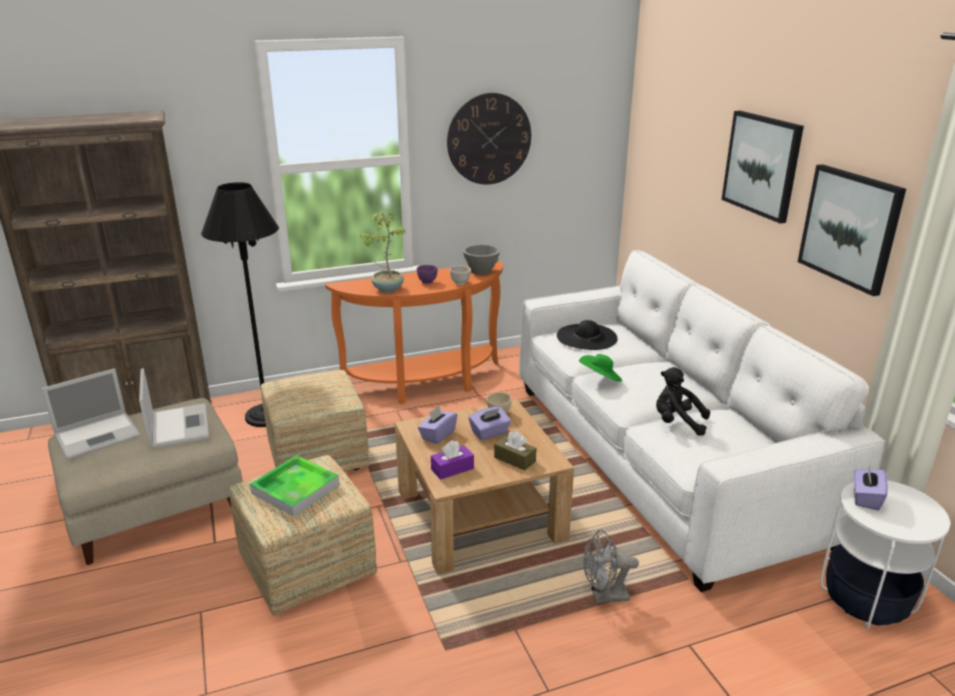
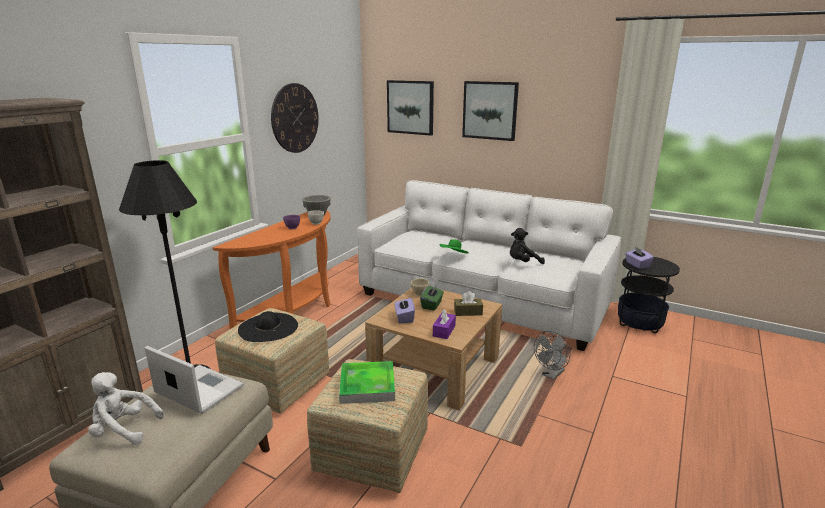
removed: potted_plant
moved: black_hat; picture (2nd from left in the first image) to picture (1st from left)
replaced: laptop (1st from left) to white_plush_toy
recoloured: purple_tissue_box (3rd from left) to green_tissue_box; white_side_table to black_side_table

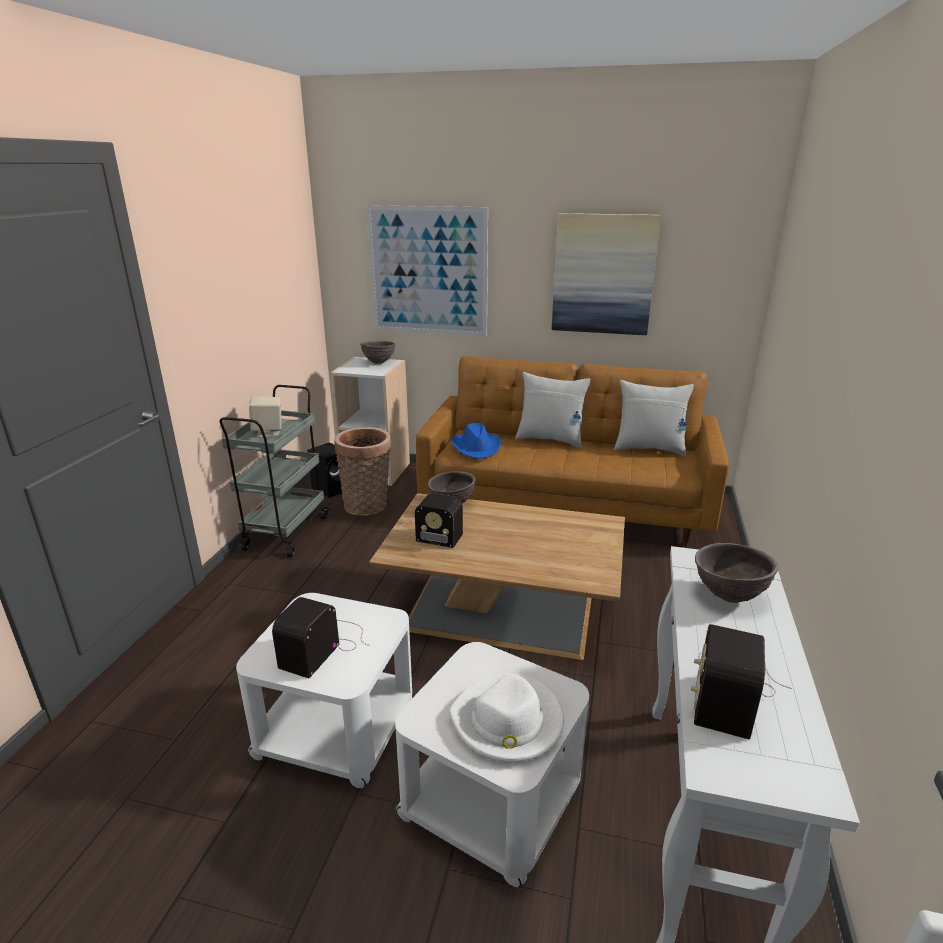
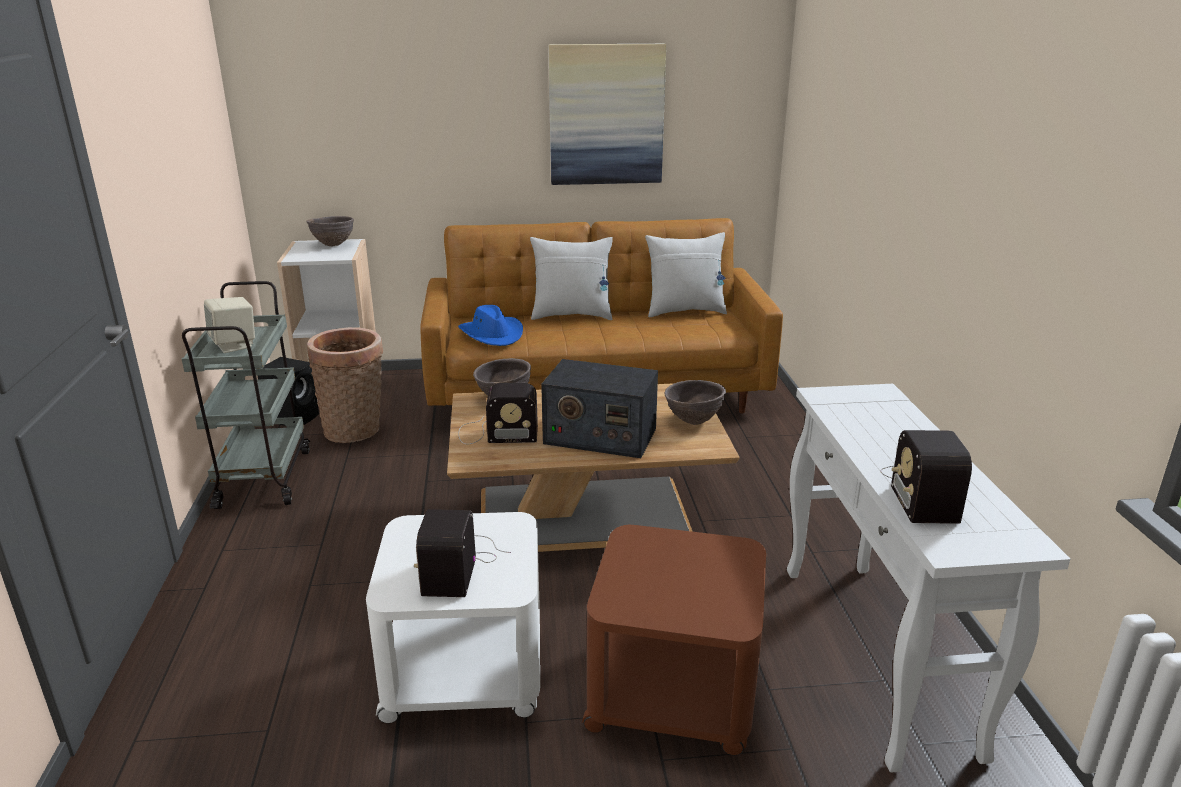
removed: picture (1st from left); white_hat
added: radio (3rd from left)
moved: brown_bowl (3rd from left)
recoloured: white_side_table (2nd from left) to brown_side_table

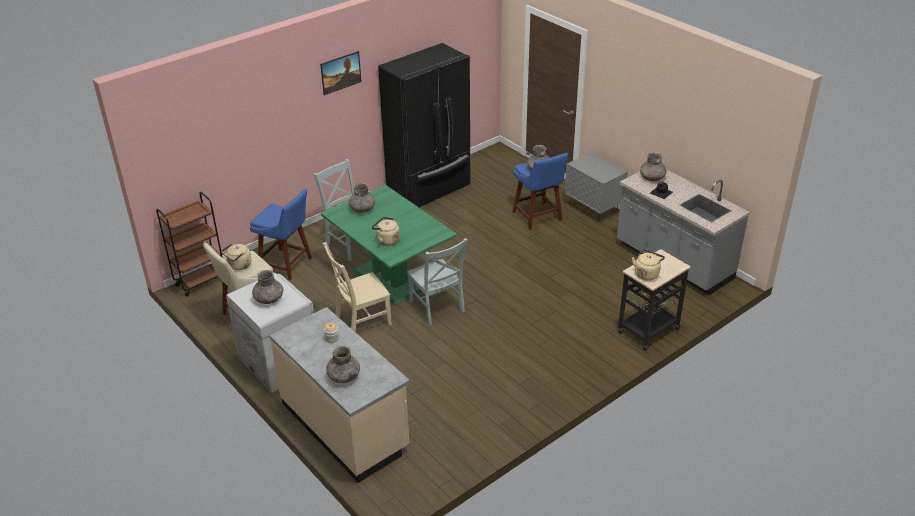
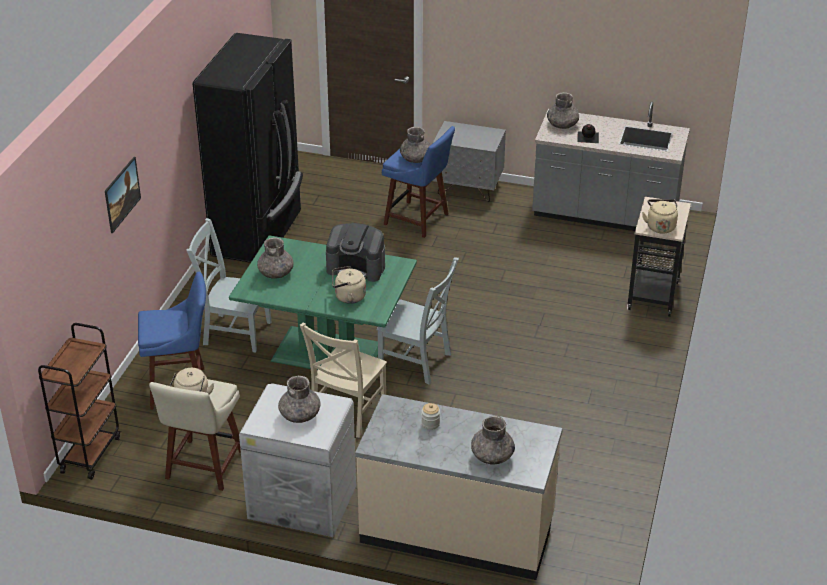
added: coffee_machine
moved: picture

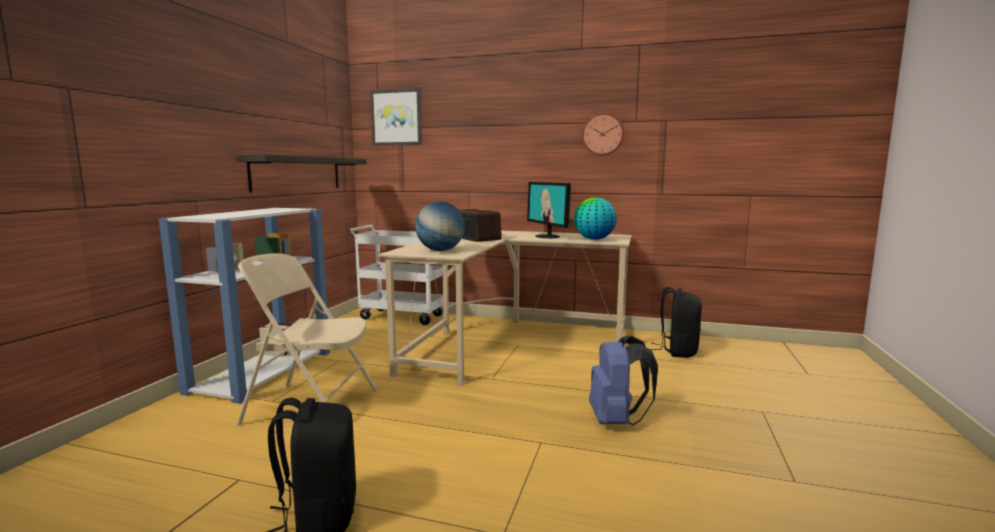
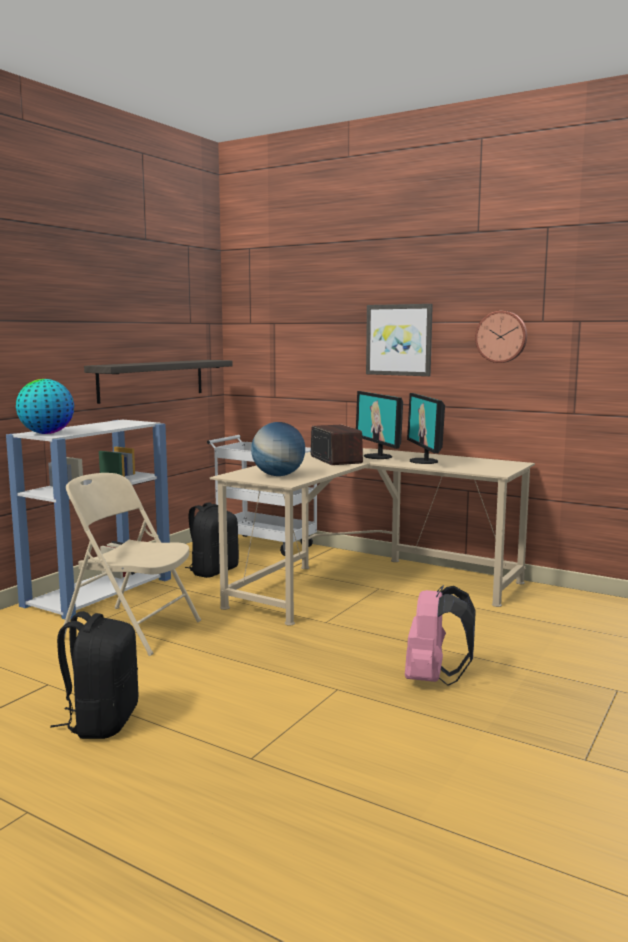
added: monitor (1st from left)
moved: picture; globe (2nd from left in the first image) to globe (1st from left); black_backpack (2nd from left)
recoloured: blue_backpack to pink_backpack

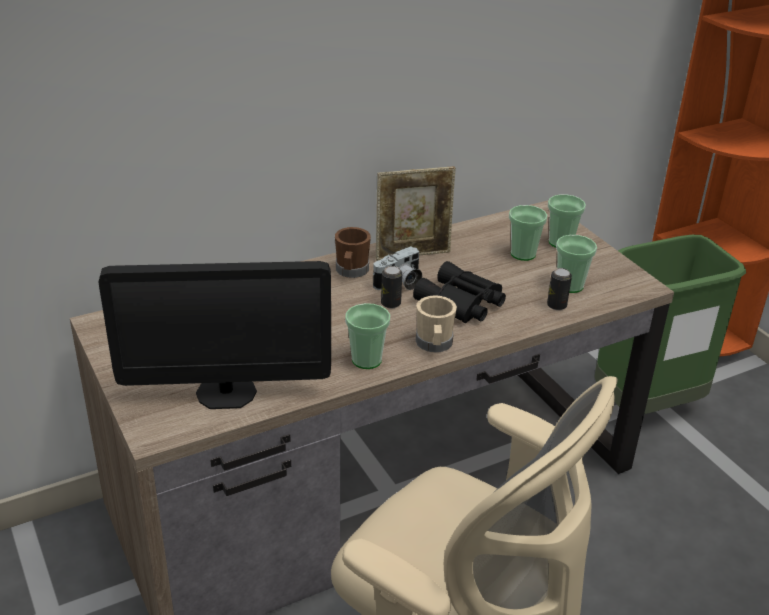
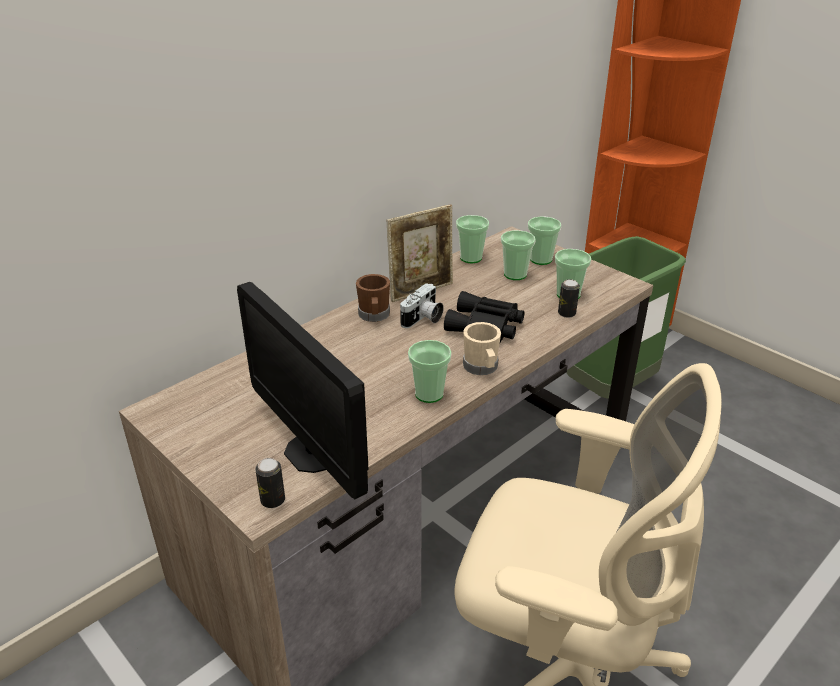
added: cup (2nd from left)
moved: can (1st from left)
turned: monitor 75 degrees clockwise

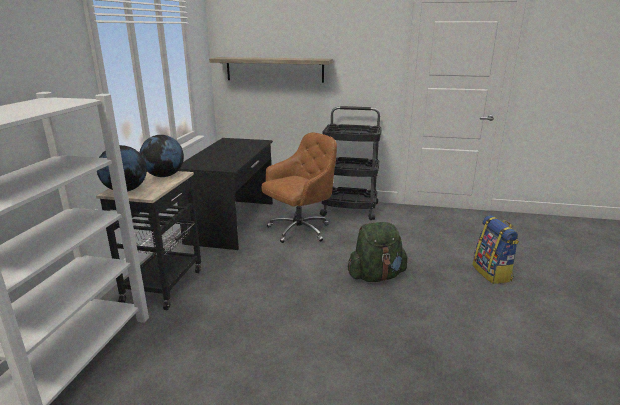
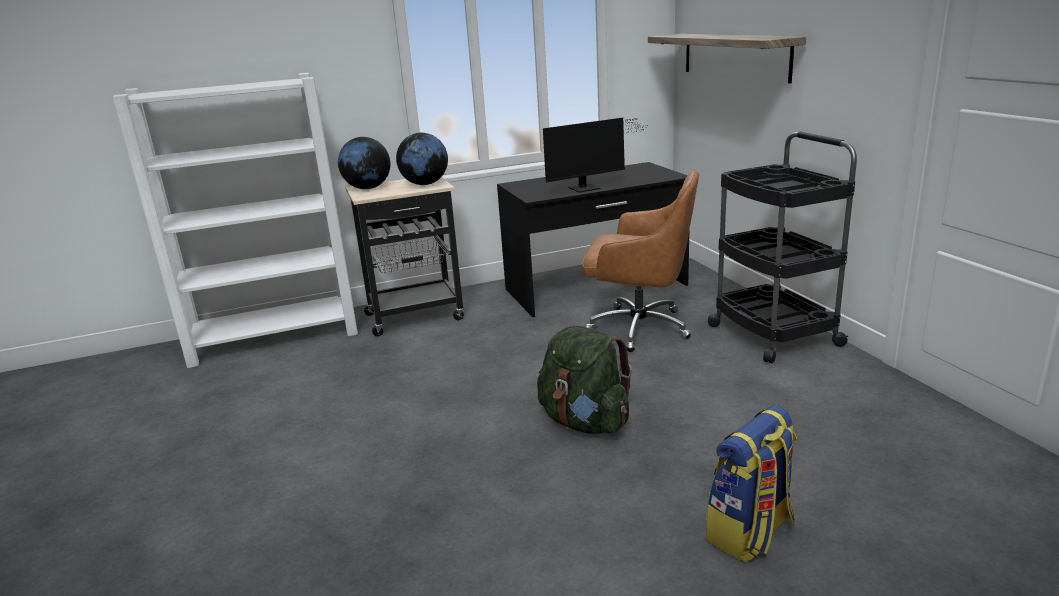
added: monitor

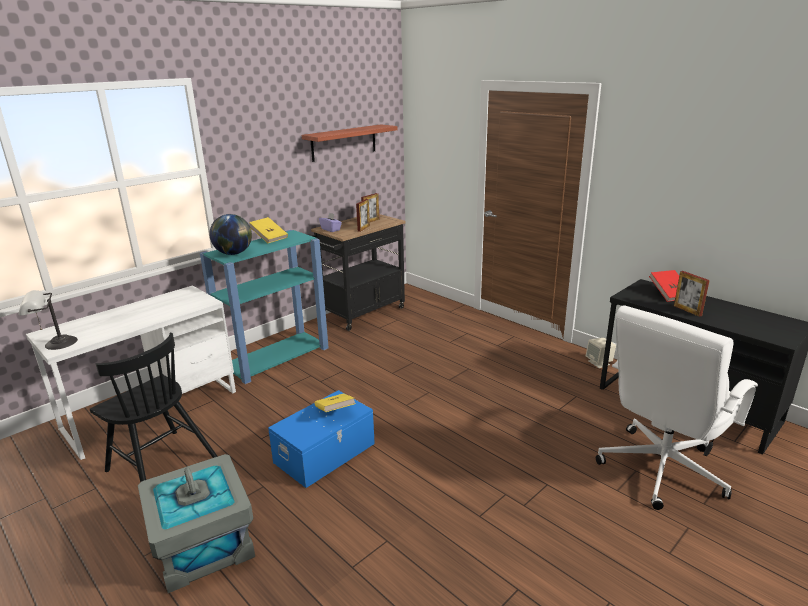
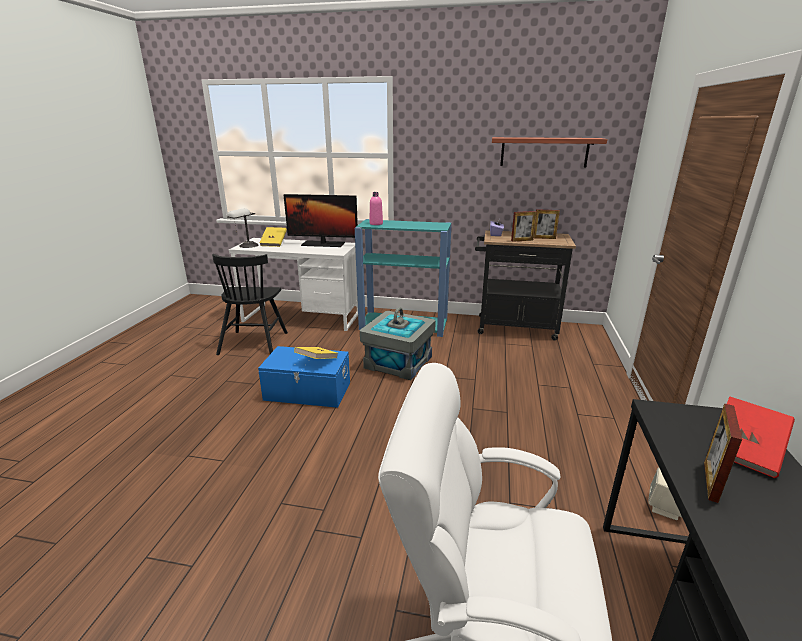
added: monitor
moved: grey_storage_box; yellow_book (1st from left)
replaced: globe to pink_bottle

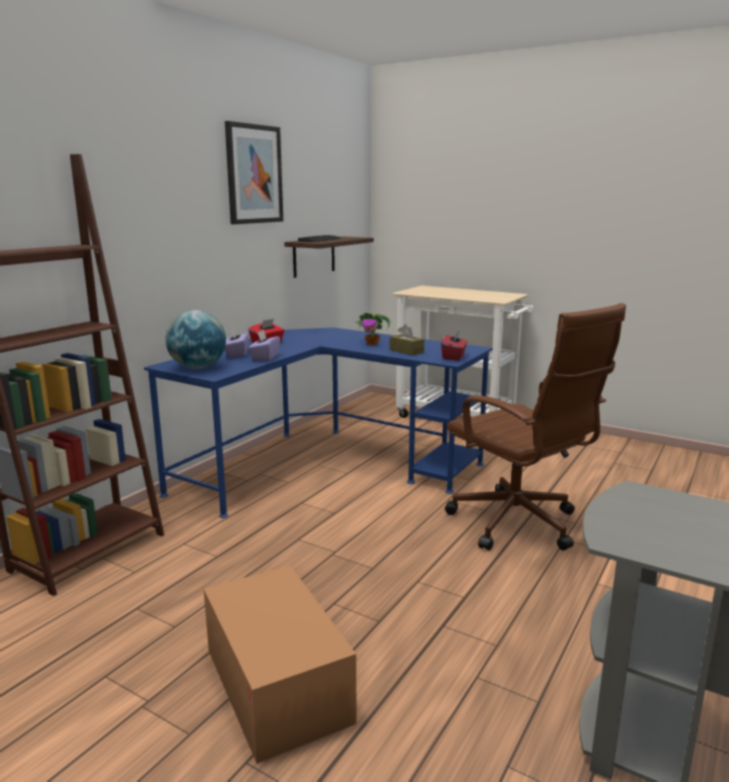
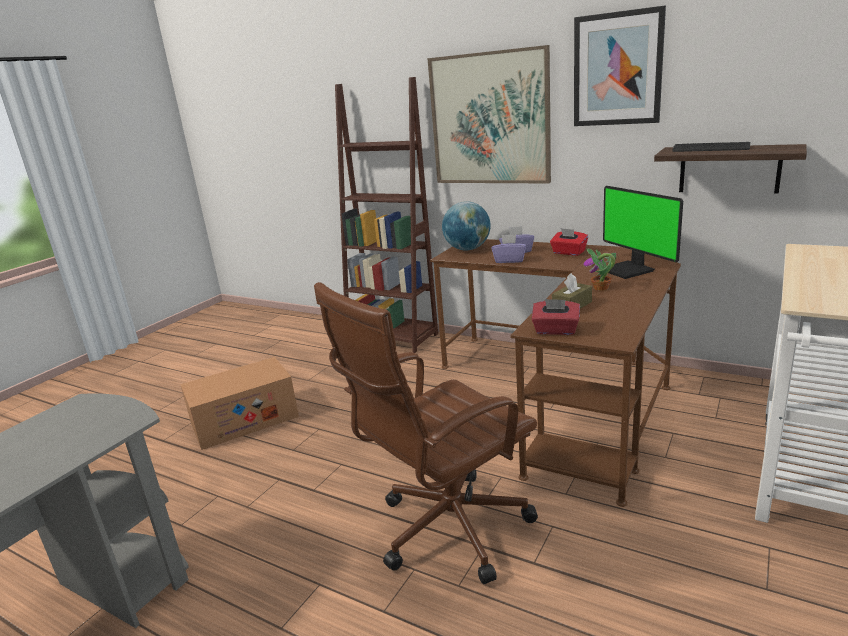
added: picture (1st from left); monitor
recoloured: blue_desk to brown_desk

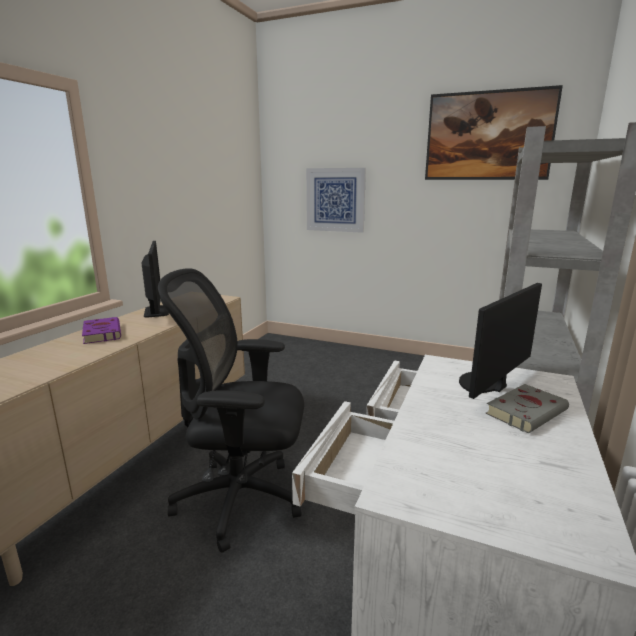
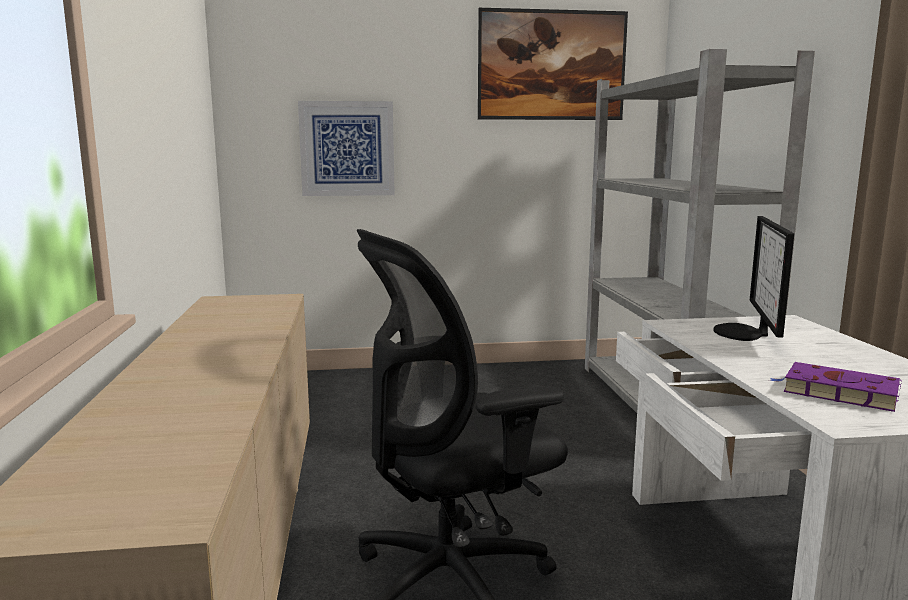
removed: monitor (1st from left); grey_book
moved: purple_book

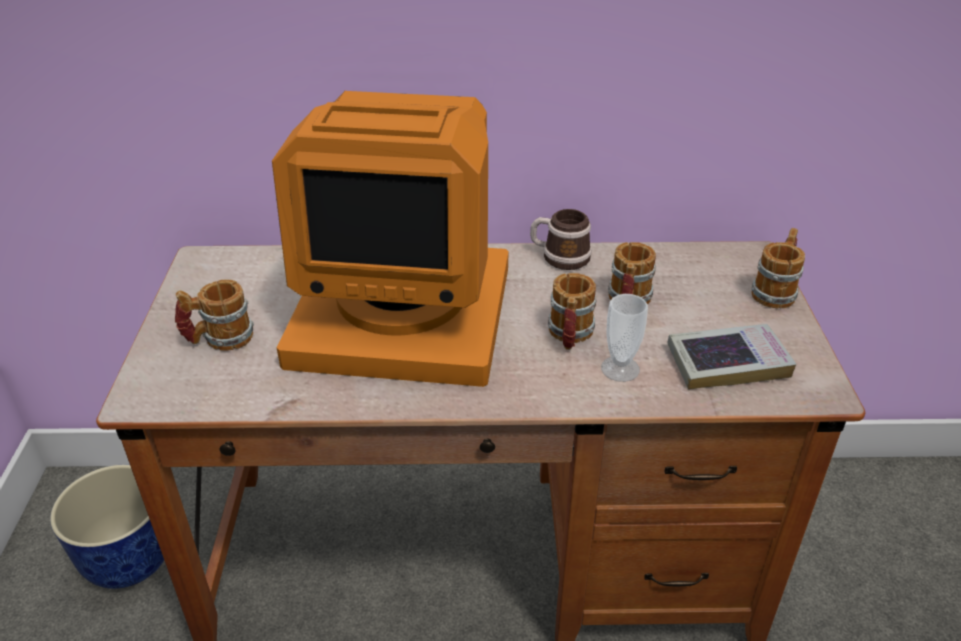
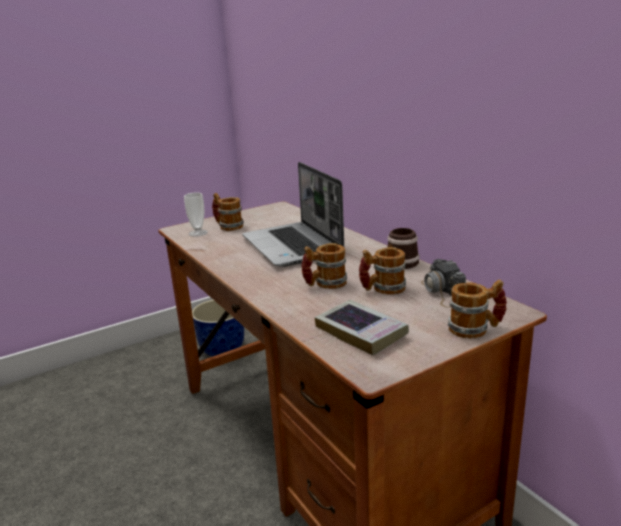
added: photo_camera
moved: cup
replaced: monitor to laptop

